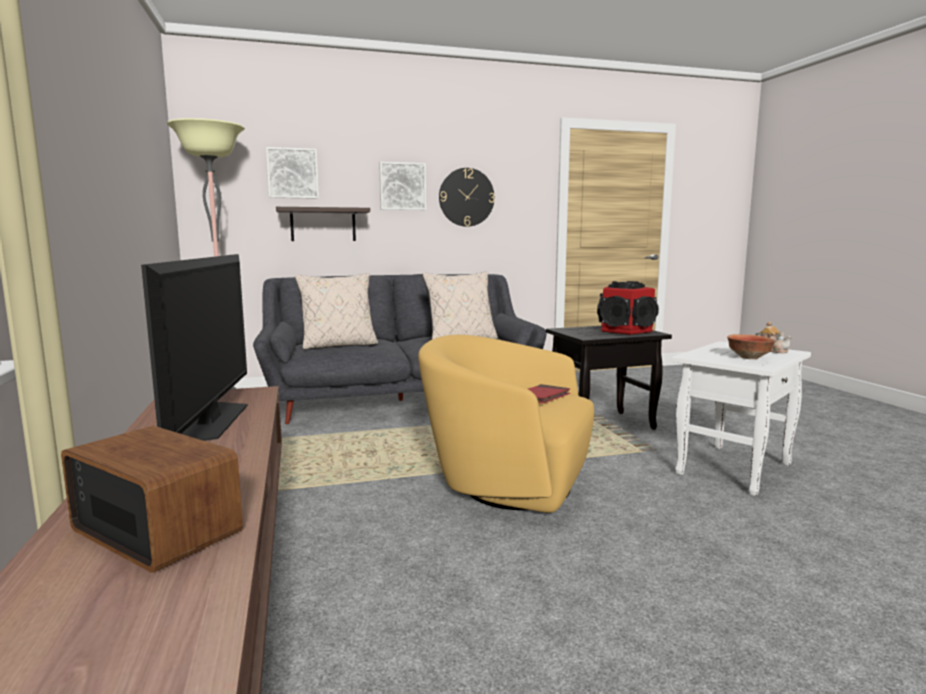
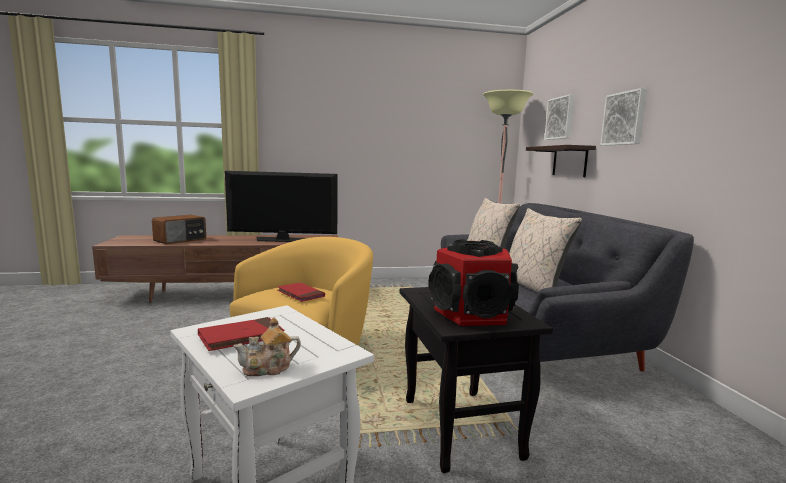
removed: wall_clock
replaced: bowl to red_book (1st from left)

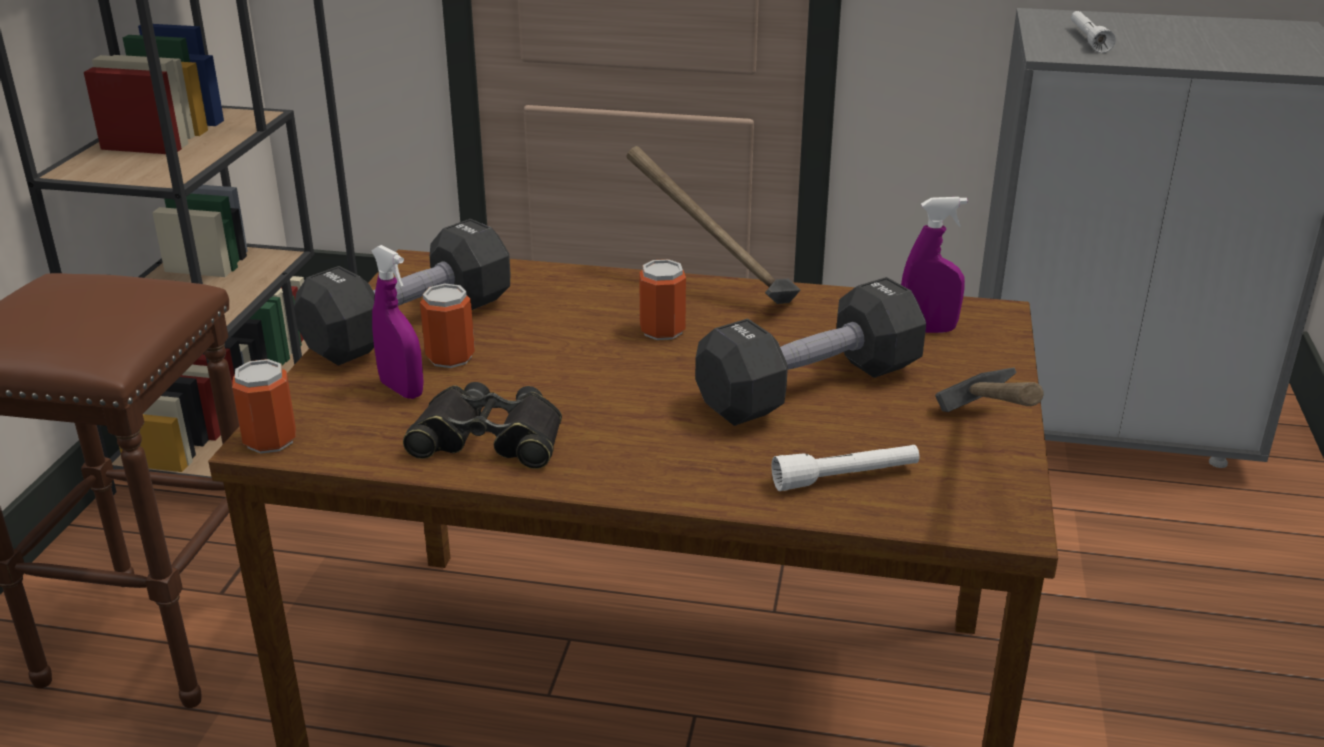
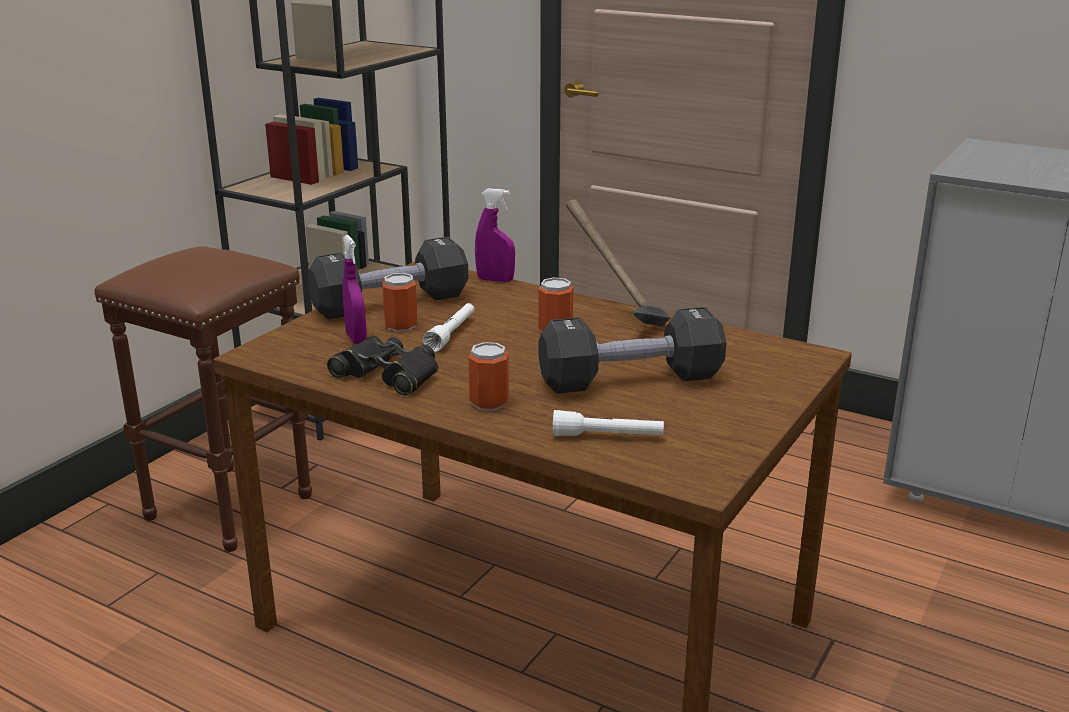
removed: hammer (2nd from left)
moved: can (1st from left in the first image) to can (2nd from left); purple_spray_bottle (2nd from left); white_flashlight (2nd from left in the first image) to white_flashlight (1st from left)

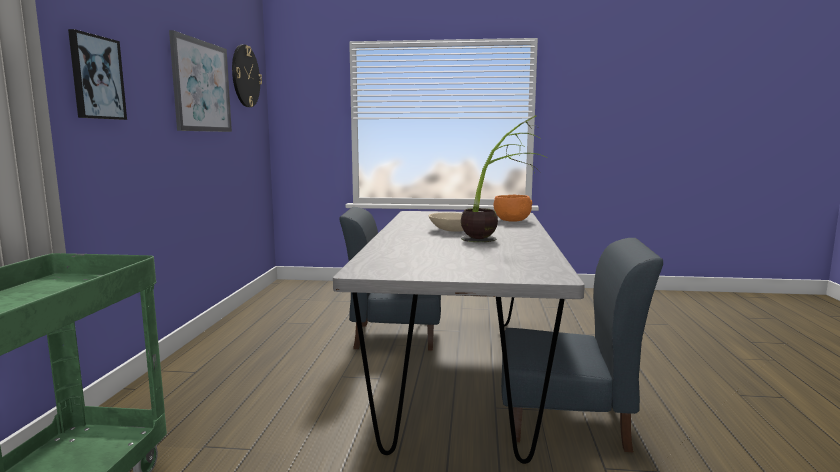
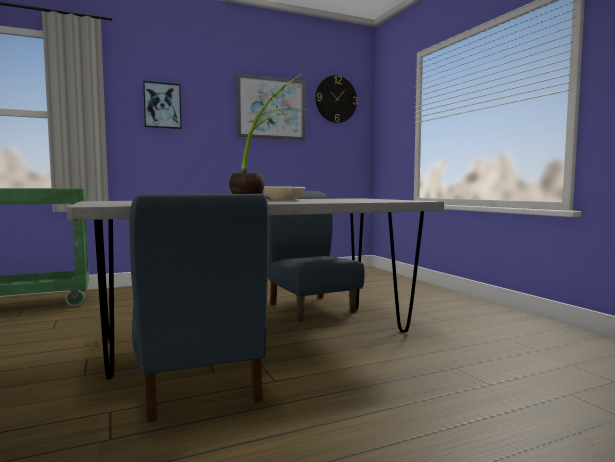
removed: orange_bowl

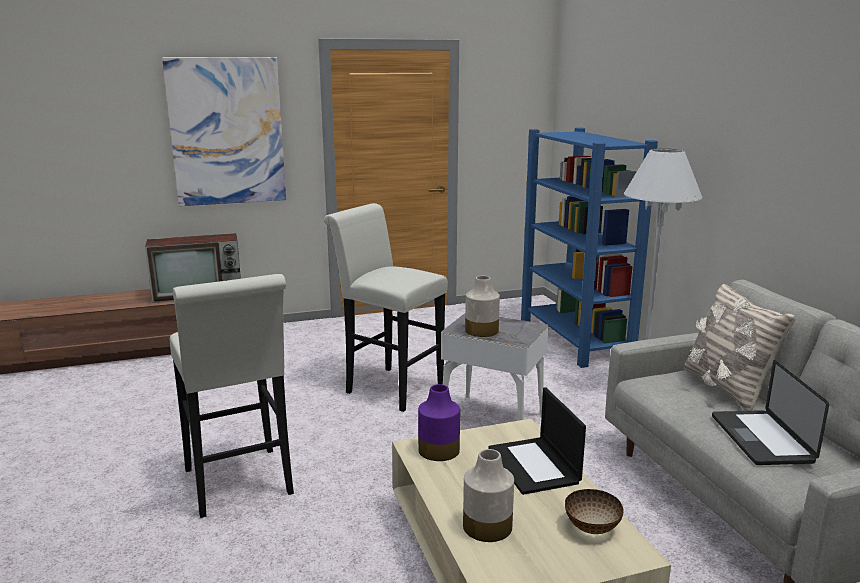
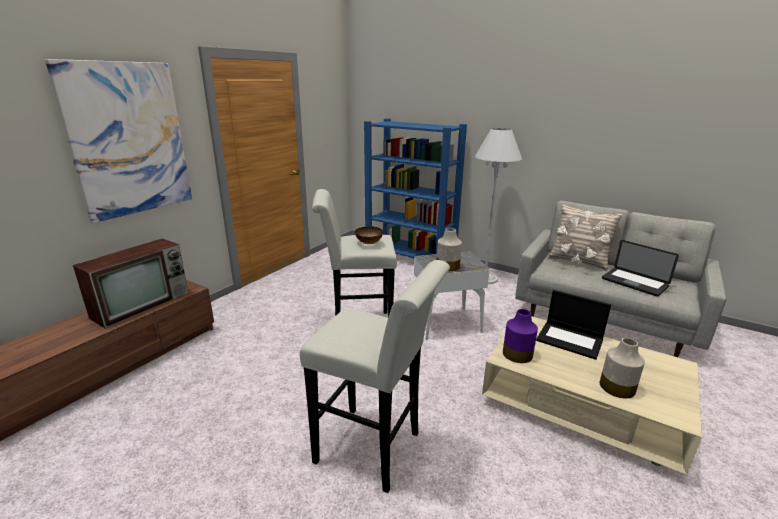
moved: bowl

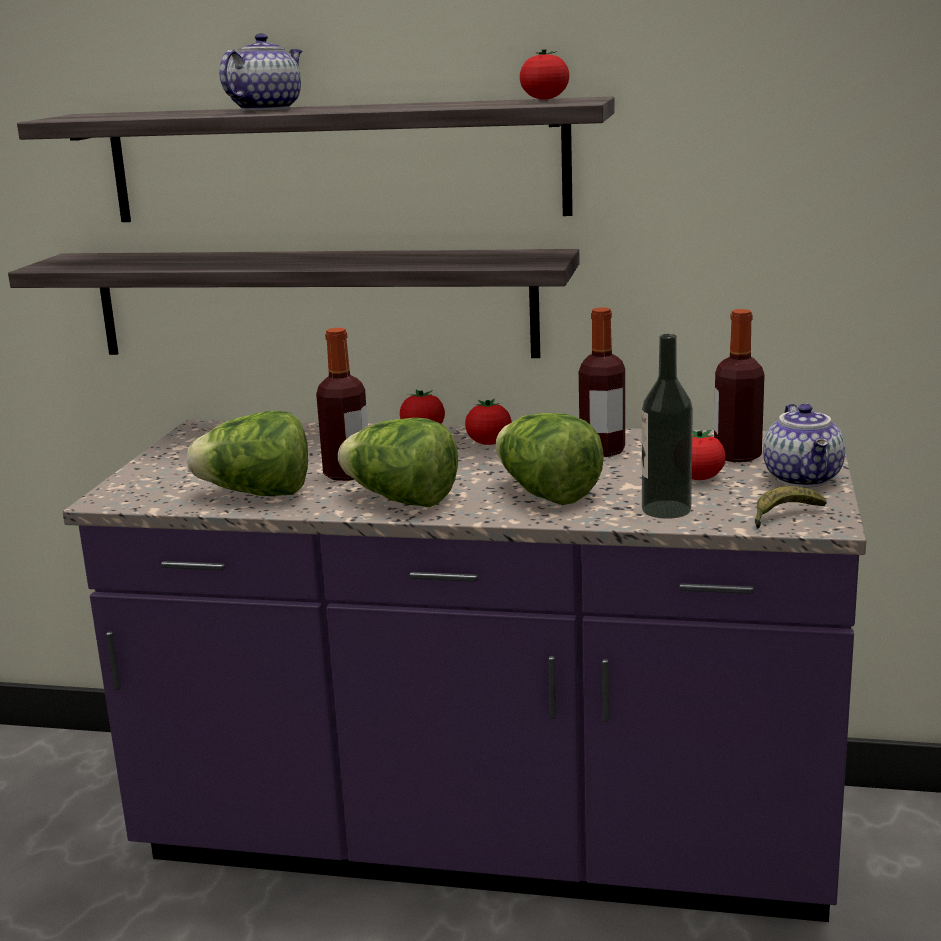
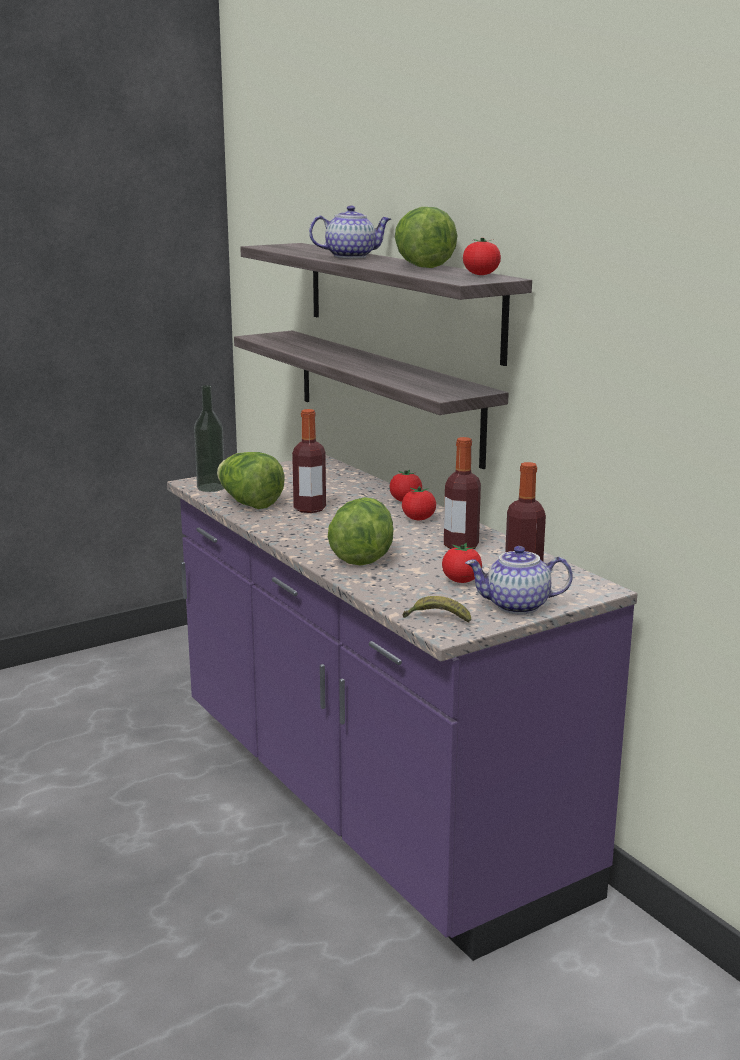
moved: lettuce (2nd from left in the first image) to lettuce (3rd from left); bottle (3rd from left in the first image) to bottle (1st from left)
turned: teapot (2nd from left) 45 degrees clockwise

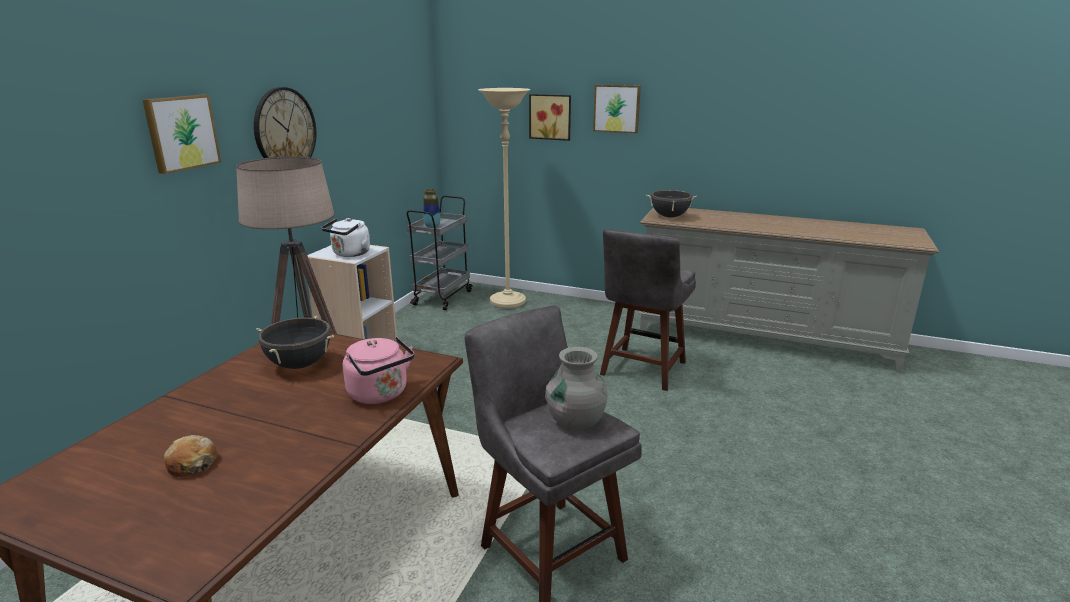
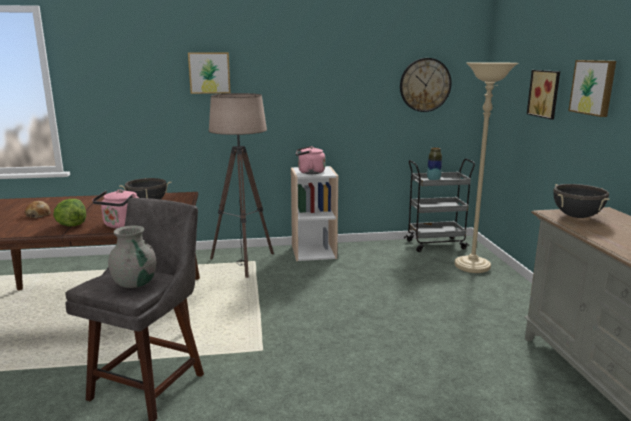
removed: grey_stool (2nd from left)
added: lettuce
moved: wall_clock
recoloured: white_kettle to pink_kettle (2nd from left)

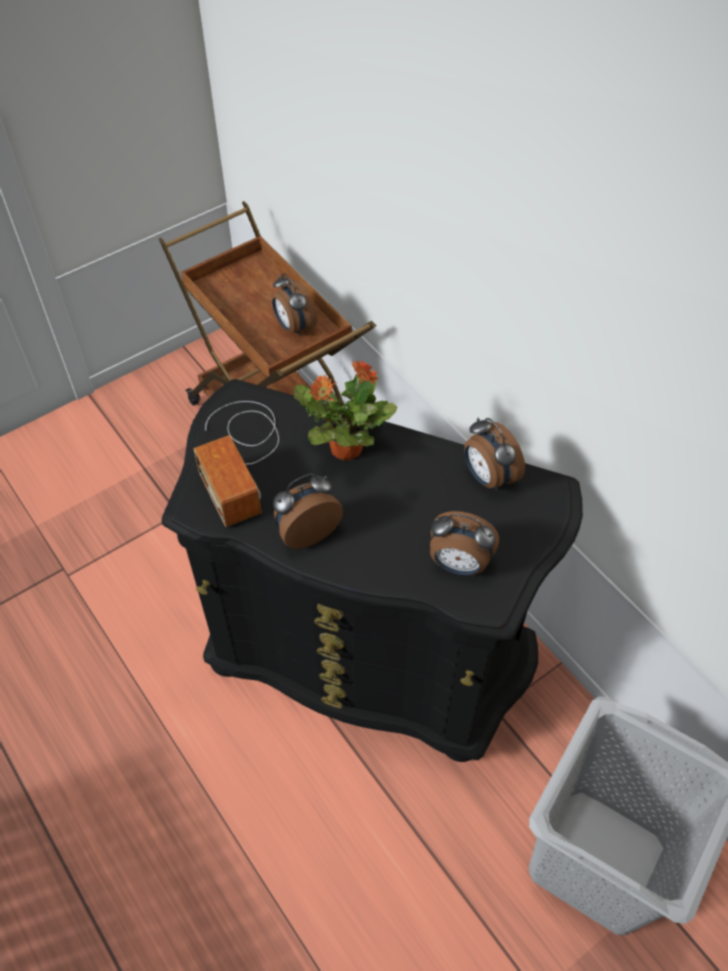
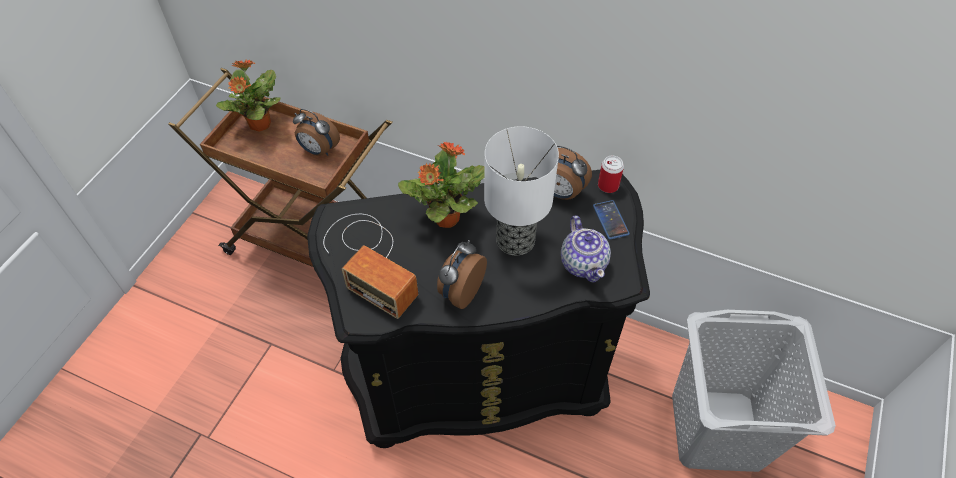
added: potted_plant (1st from left); table_lamp; phone; can
replaced: alarm_clock (3rd from left) to teapot

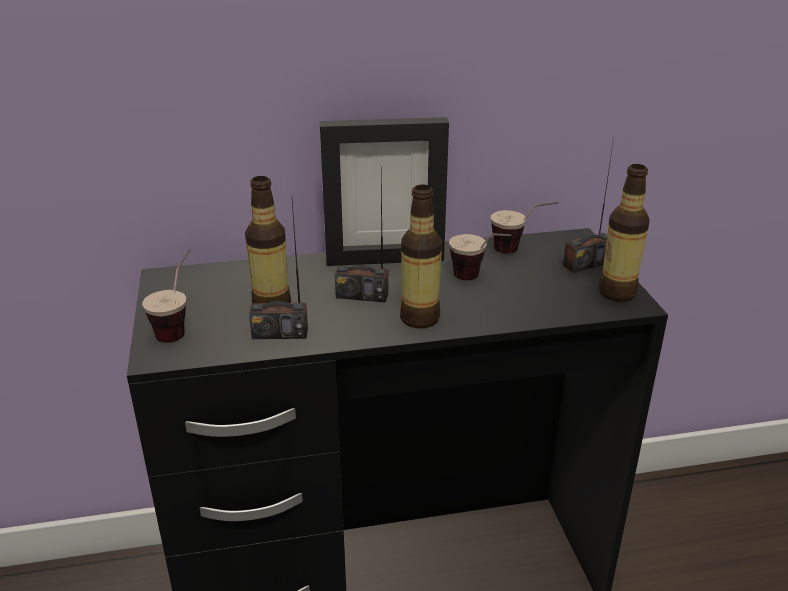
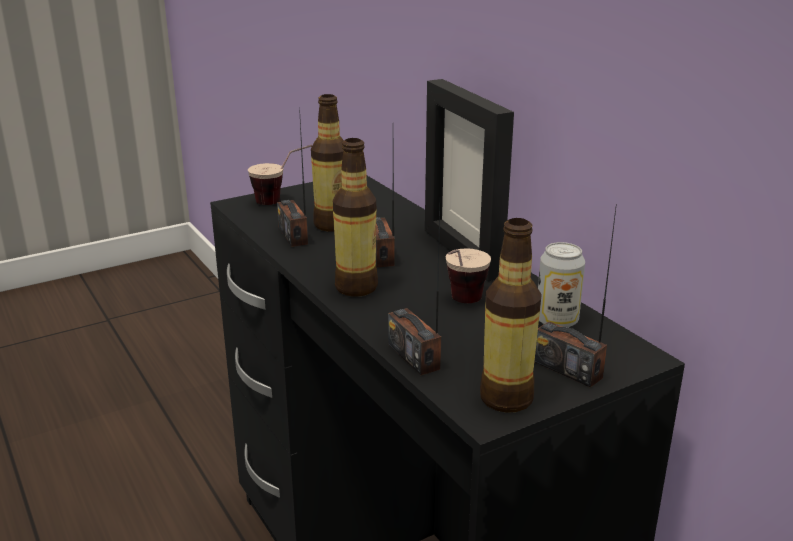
added: radio (3rd from left)
replaced: cup (3rd from left) to can

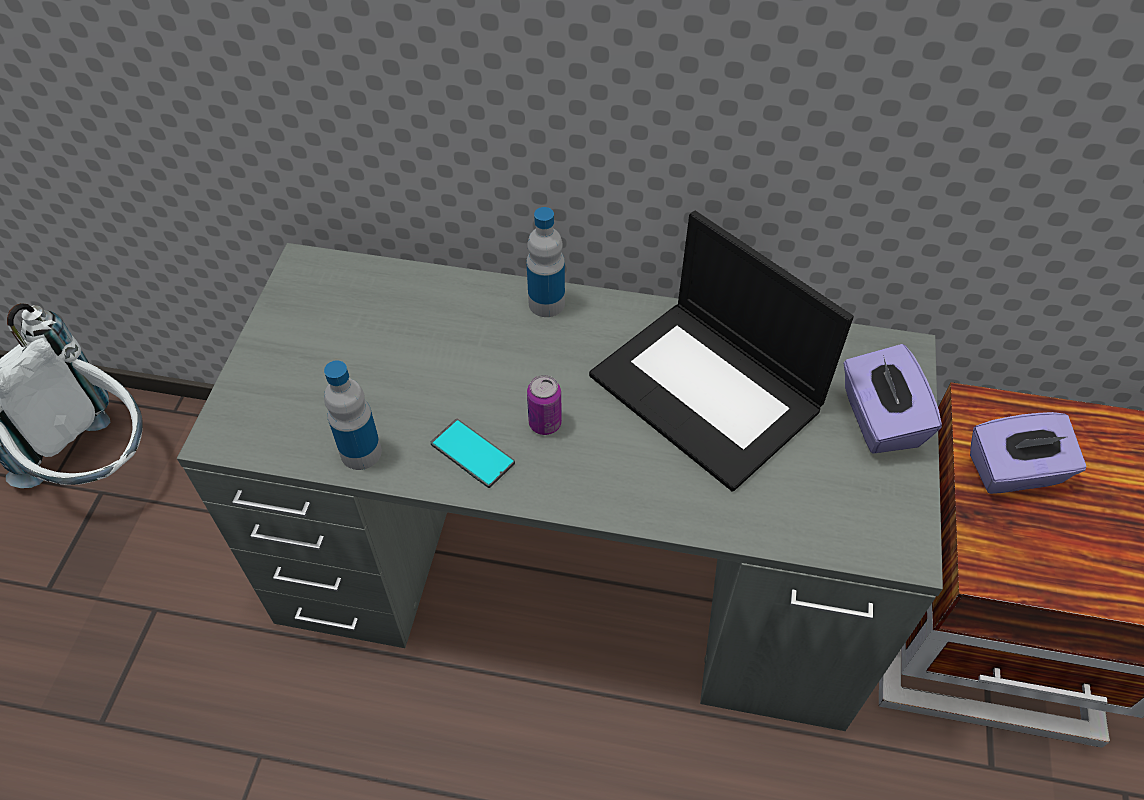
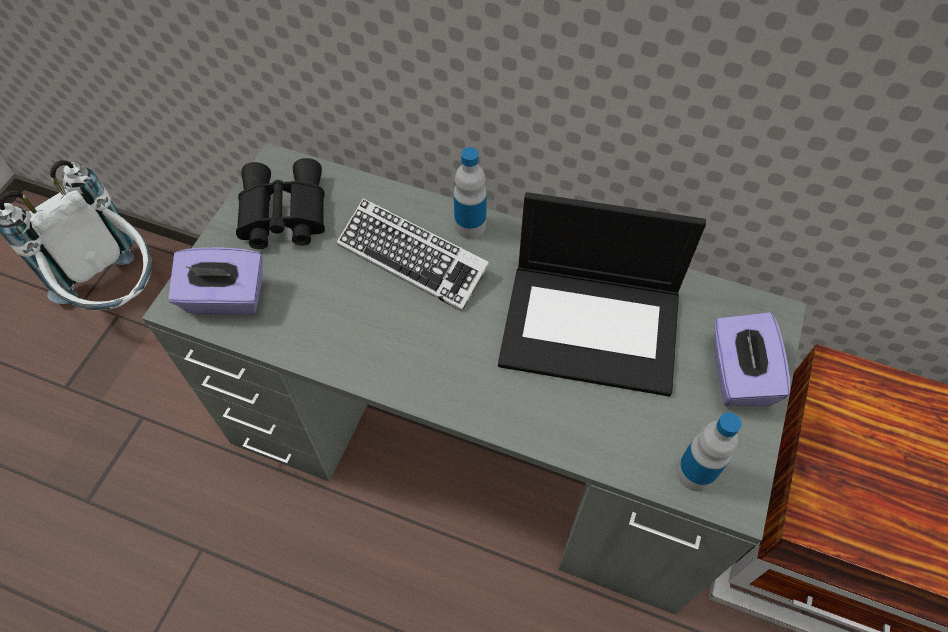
removed: phone; can
added: black_binoculars; keyboard
moved: bottle (1st from left in the first image) to bottle (2nd from left); purple_tissue_box (2nd from left in the first image) to purple_tissue_box (1st from left)
turned: laptop 45 degrees counterclockwise

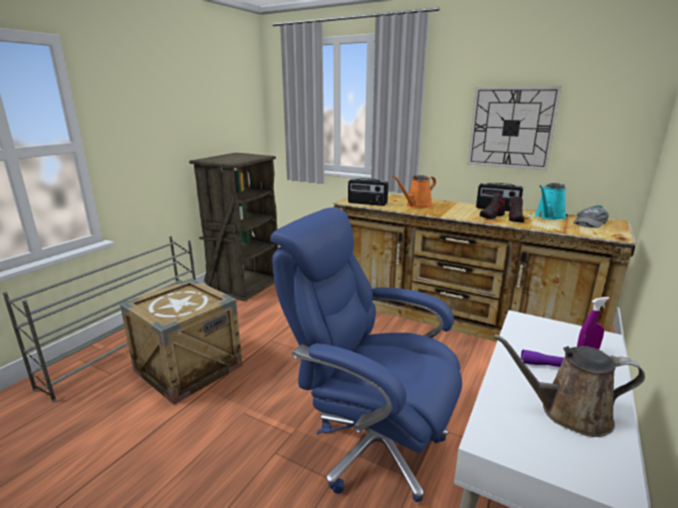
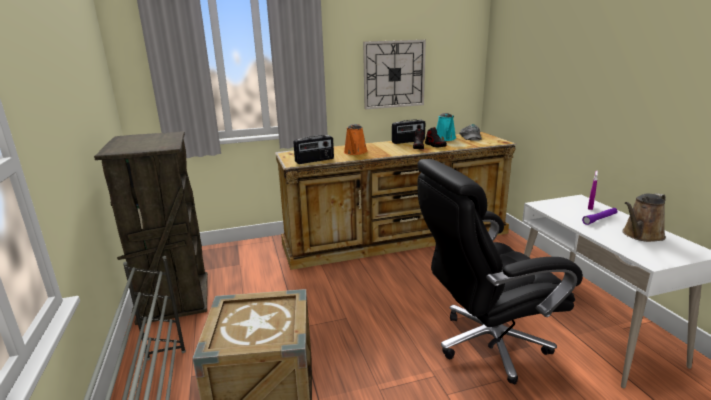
recoloured: blue_office_chair to black_office_chair

